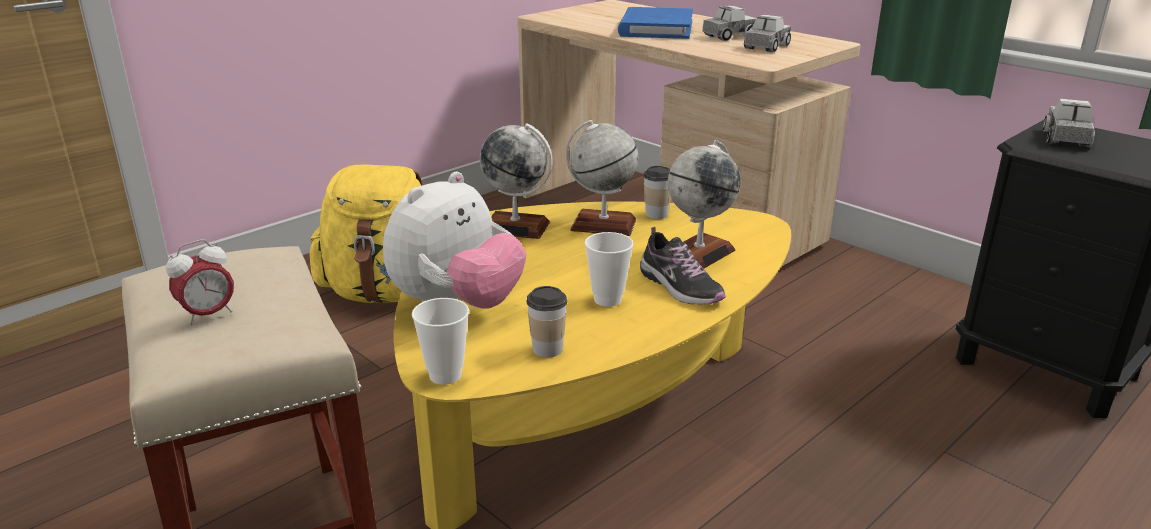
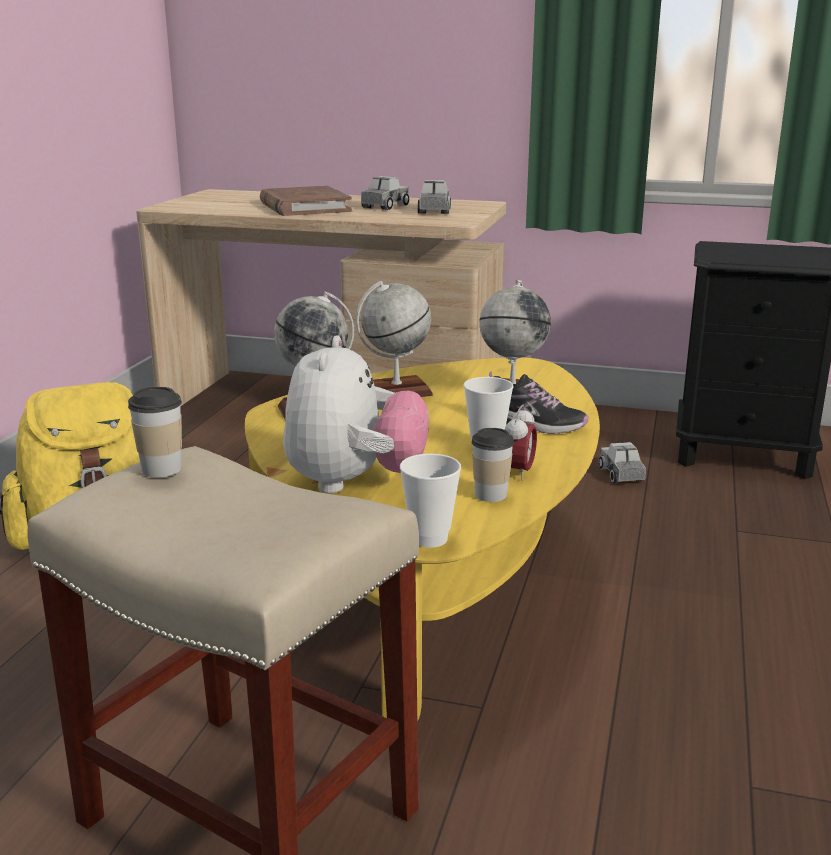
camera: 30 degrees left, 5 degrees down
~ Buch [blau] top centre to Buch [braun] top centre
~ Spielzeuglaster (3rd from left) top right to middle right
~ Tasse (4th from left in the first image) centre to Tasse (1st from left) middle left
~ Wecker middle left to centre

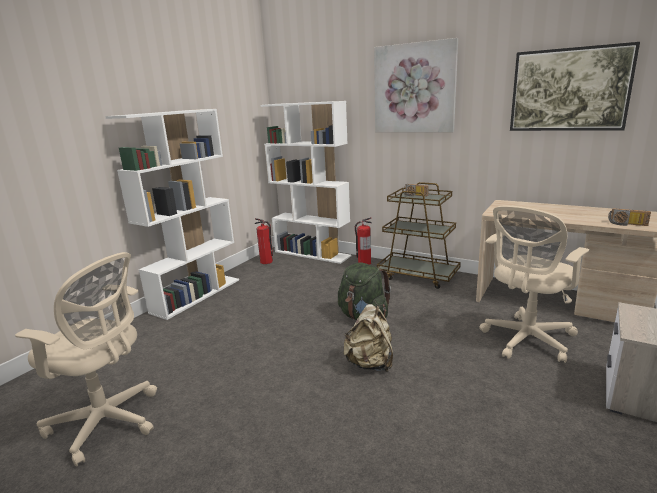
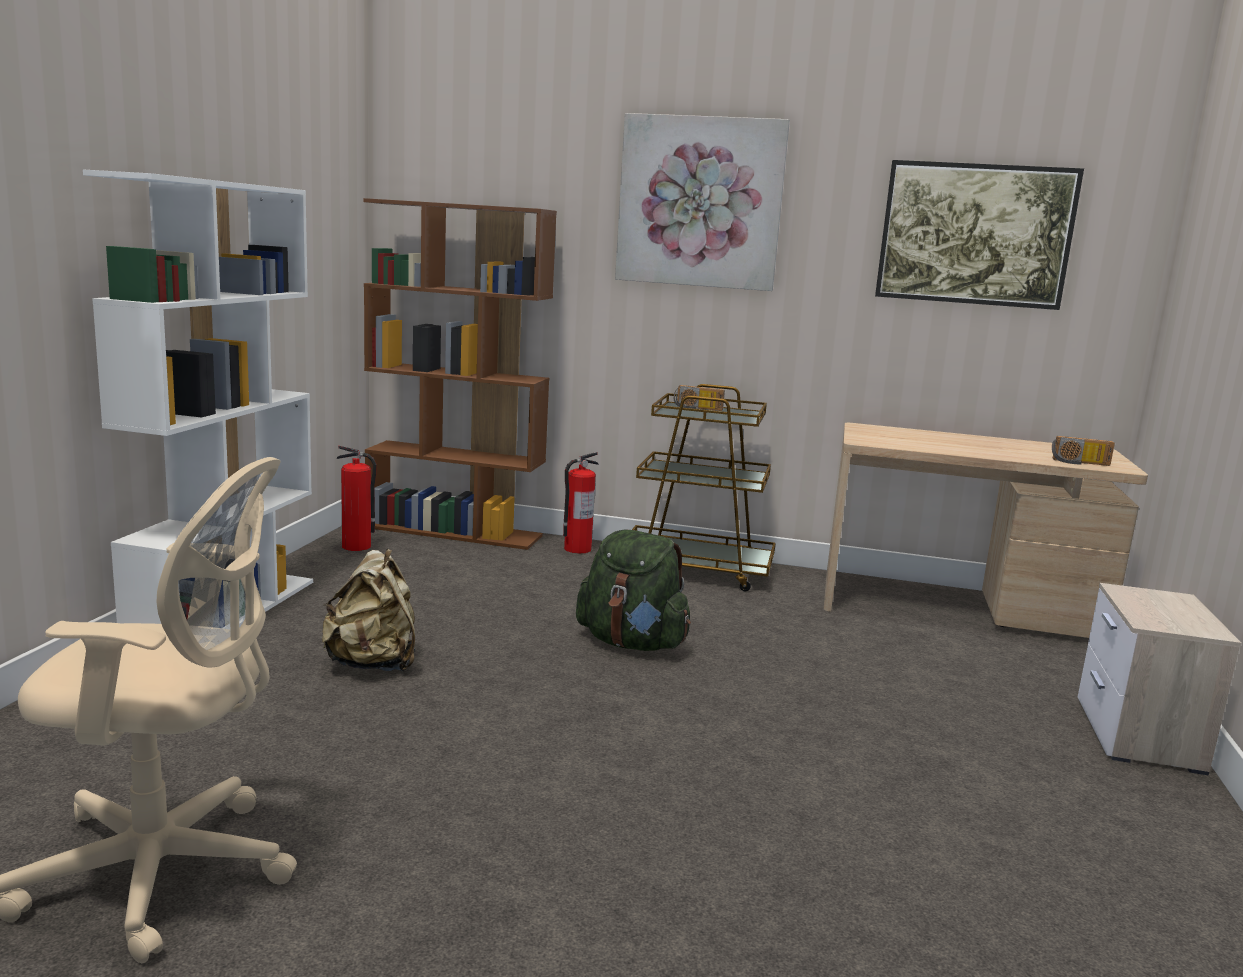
camera: 20 degrees left, 5 degrees down
~ Bücherregal [weiß] (2nd from left) centre to Bücherregal [braun] centre
- Bürostuhl [beige] (2nd from left) middle right
~ Rucksack [beige] bottom centre to middle left

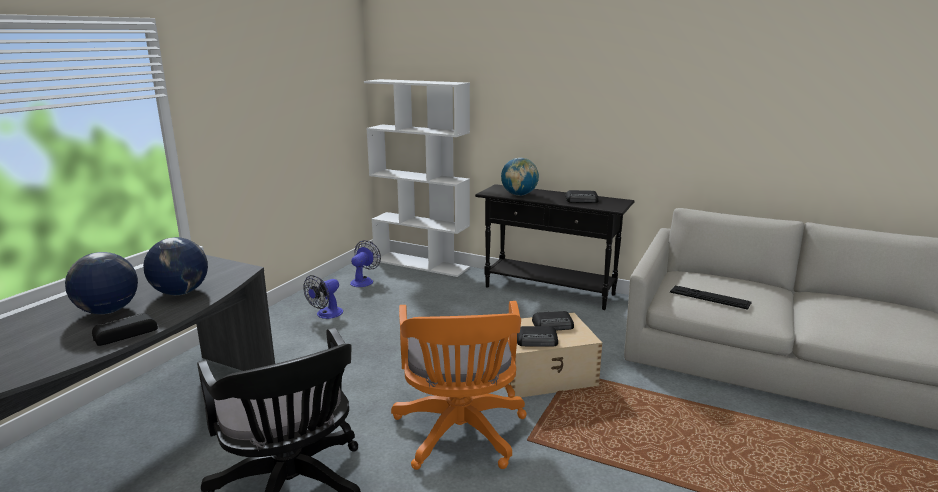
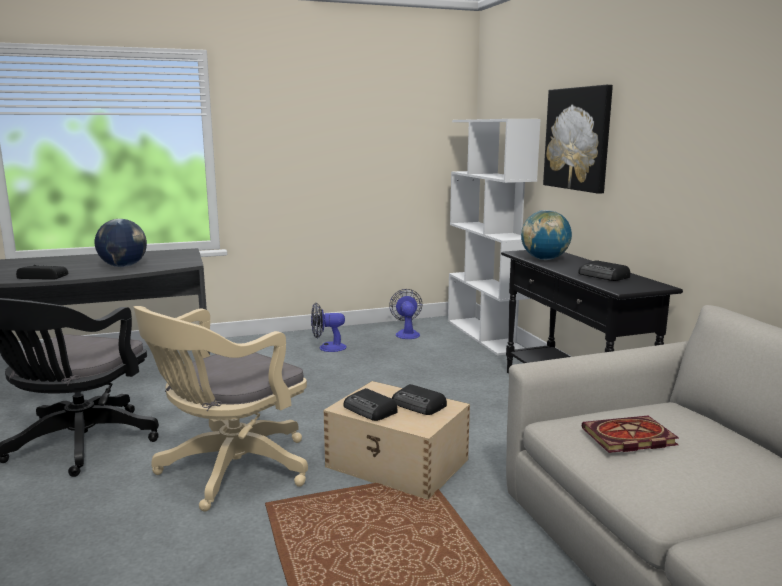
camera: 45 degrees right, 5 degrees down
~ Ventilator (2nd from left) centre = centre 75 degrees counterclockwise
- Globus (1st from left) middle left
~ Tastatur middle right to Buch bottom right
~ Bürostuhl [orange] bottom centre to Bürostuhl [beige] bottom left
+ Bild top right

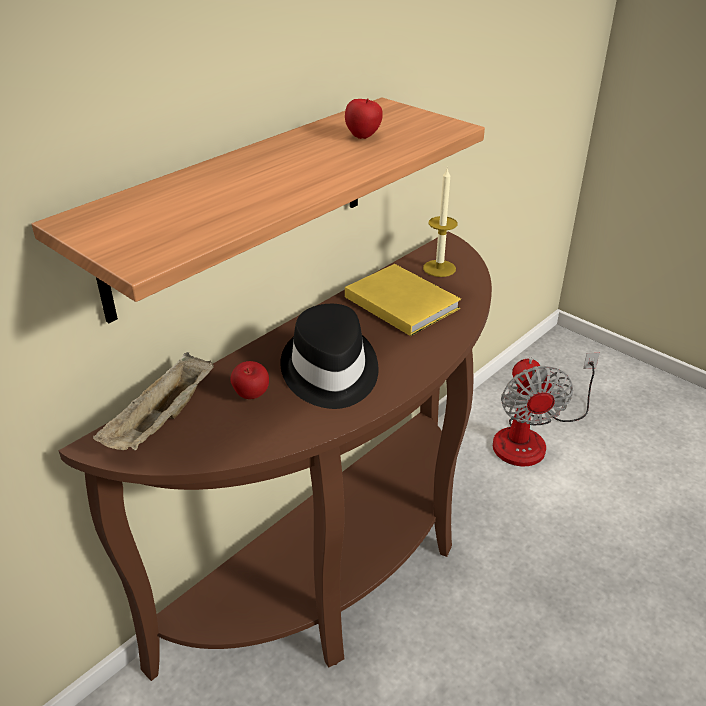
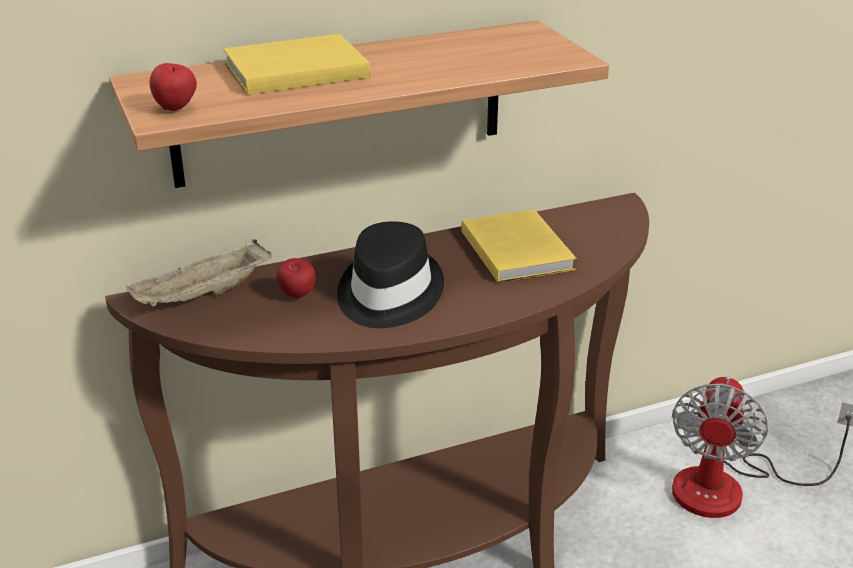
camera: 25 degrees right, 5 degrees down
~ Apfel (2nd from left in the first image) top centre to Apfel (1st from left) top left
- Kerze top centre
+ Buch [gelb] (1st from left) top centre

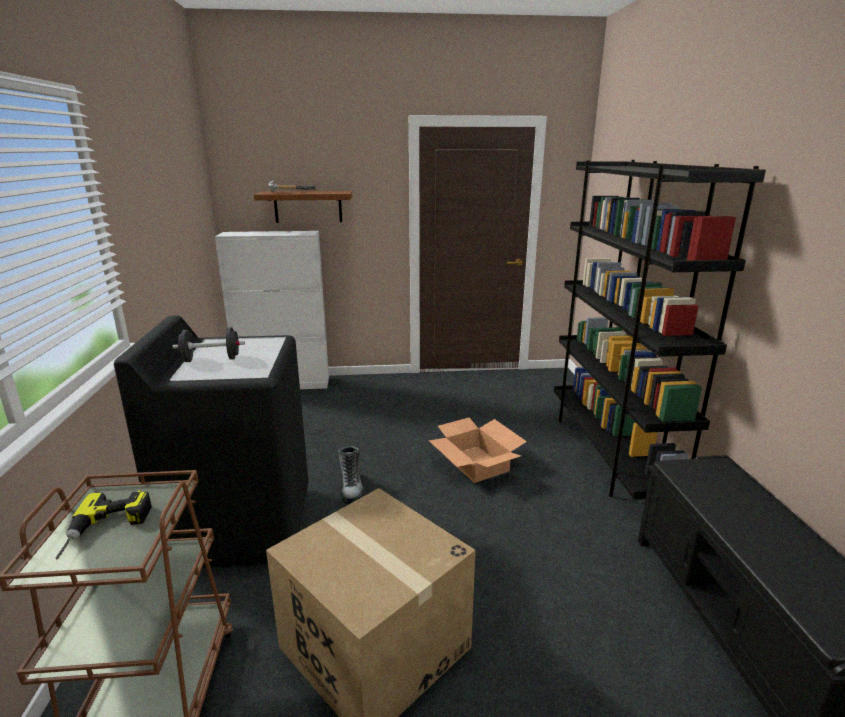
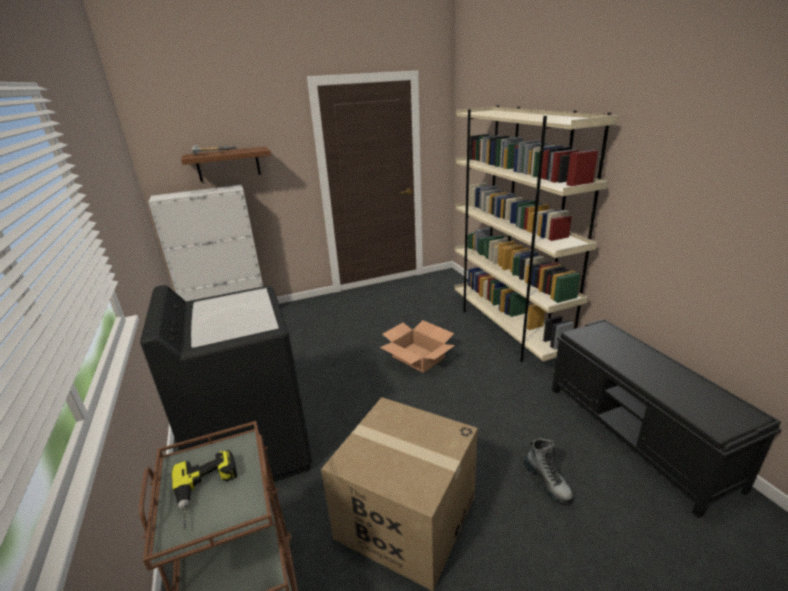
camera: 15 degrees left, 5 degrees up
~ Bücherregal [schwarz] middle right to Bücherregal [beige] middle right
- Hantel [schwarz] middle left
~ Stiefel centre to bottom right

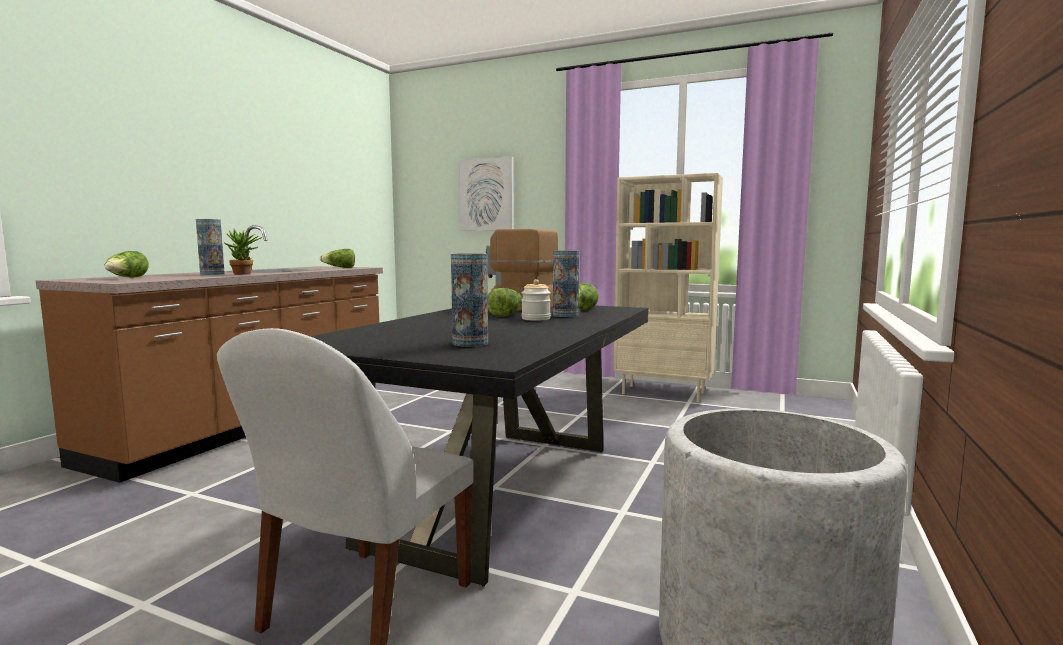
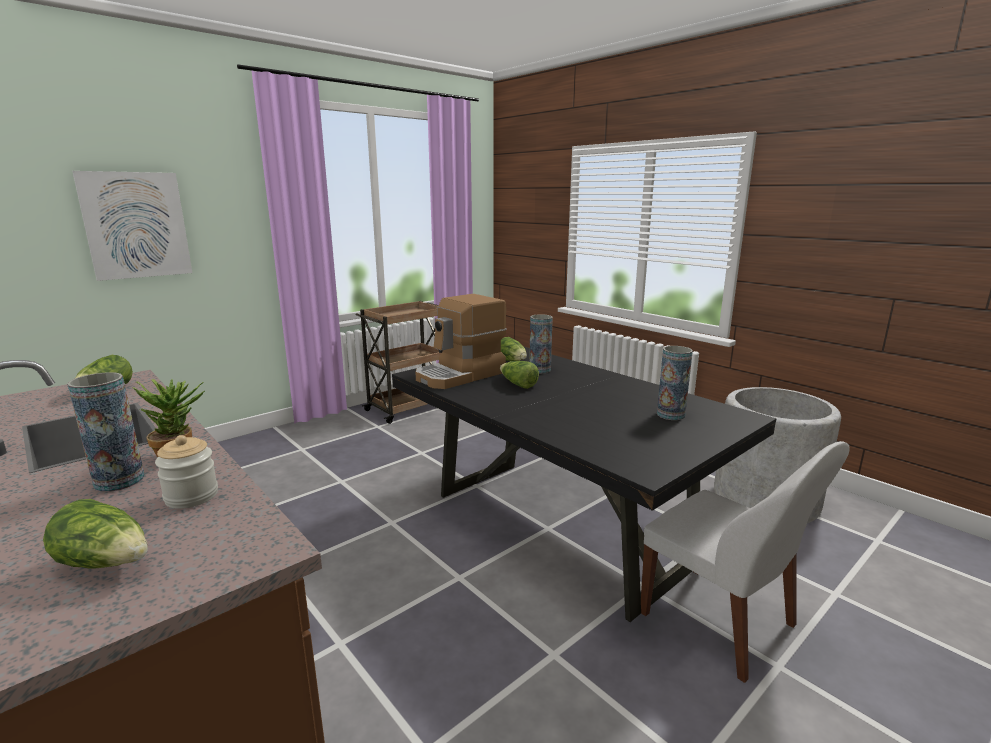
camera: 65 degrees left, 10 degrees up
~ Bücherregal [beige] centre to Rollwagen [braun] centre
~ Vorratsglas centre to middle left

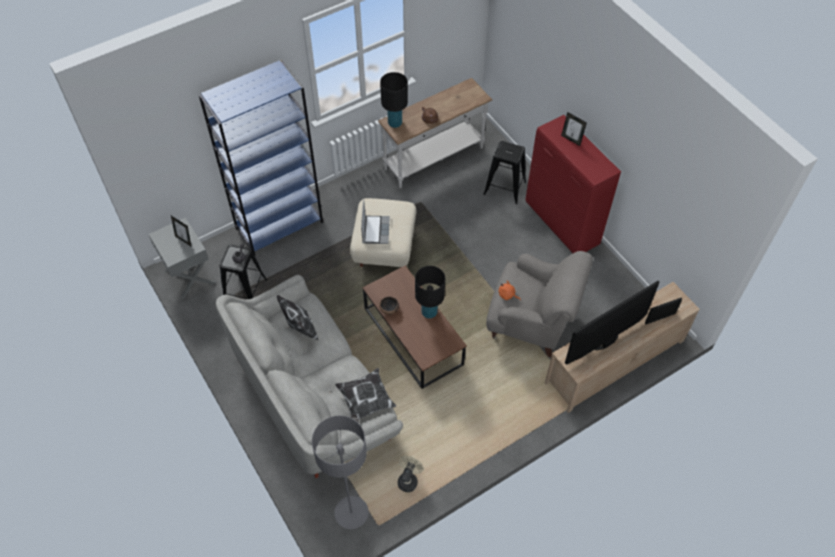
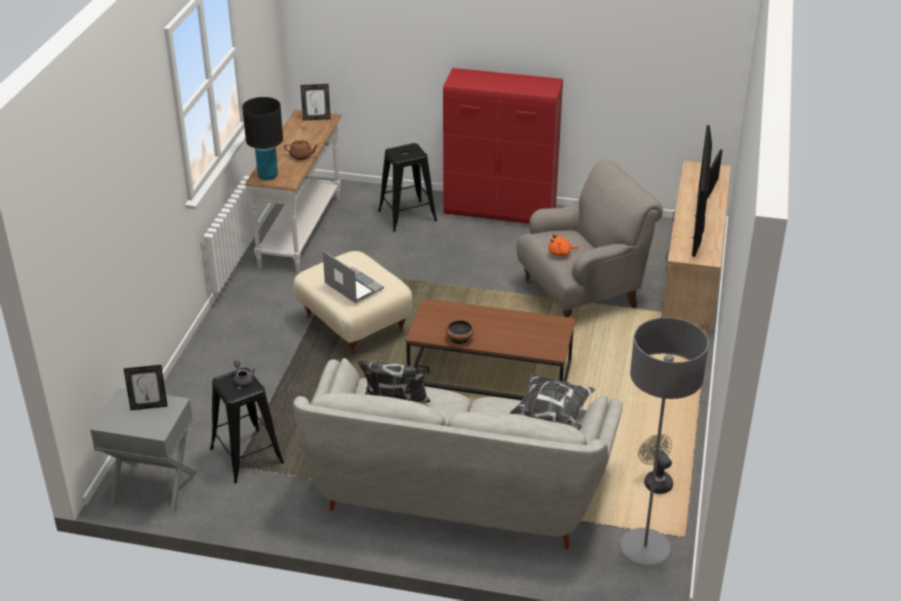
camera: 45 degrees left, 20 degrees down
- Bücherregal [blau] top left
~ Bilderrahmen (2nd from left) top right to top centre
- Tischlampe [schwarz] (2nd from left) centre

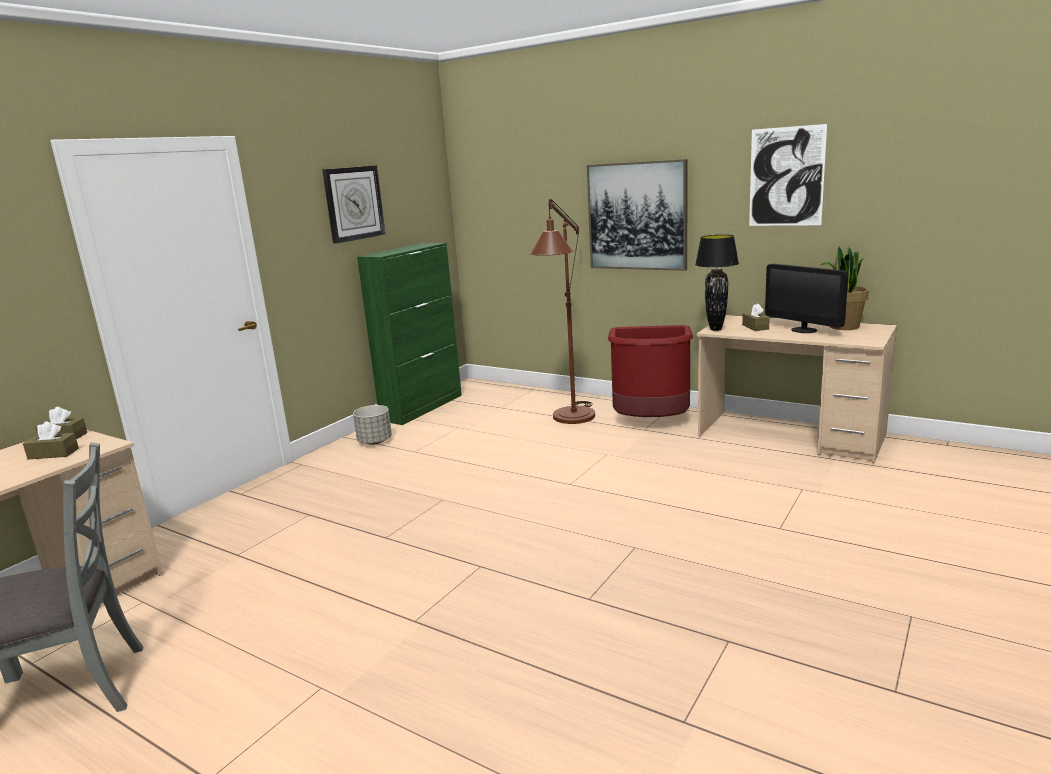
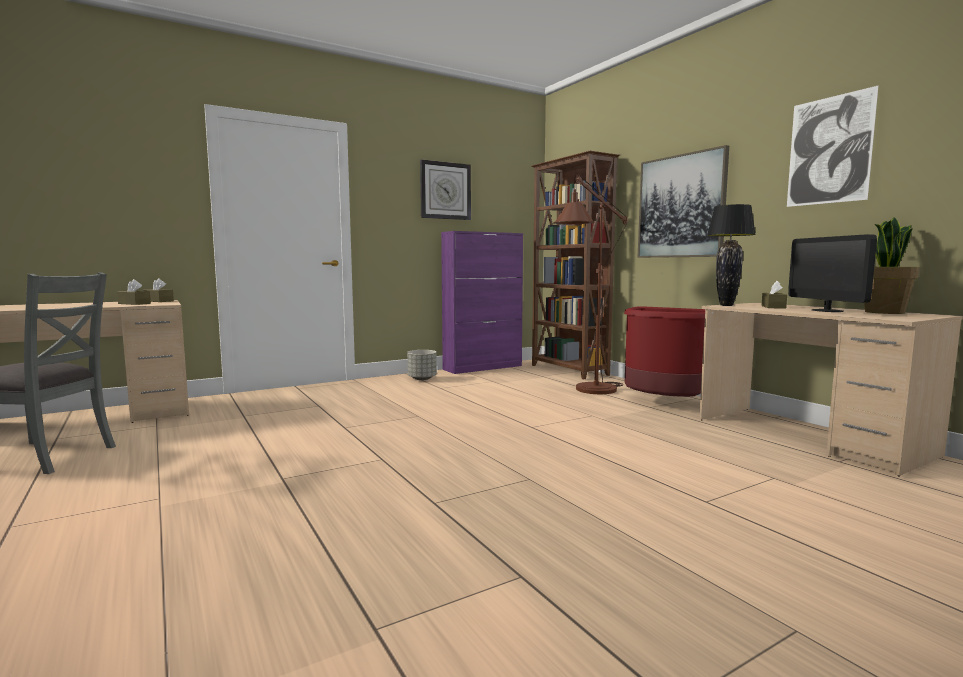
camera: 25 degrees right, 10 degrees down
~ Schrank [grün] centre to Schrank [lila] centre
+ Bücherregal [braun] centre

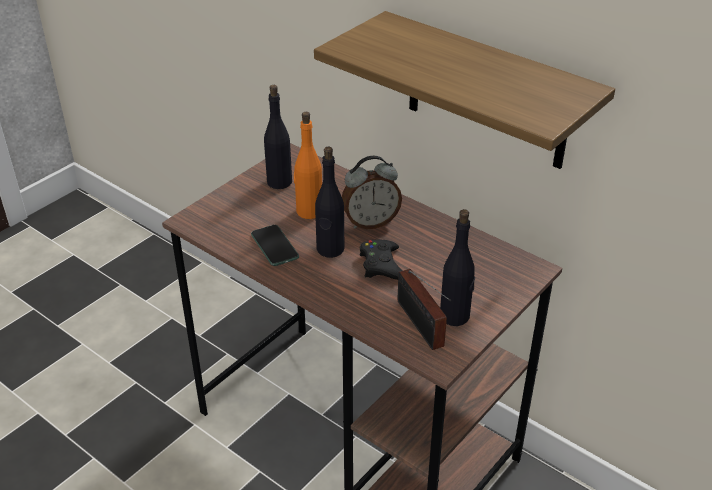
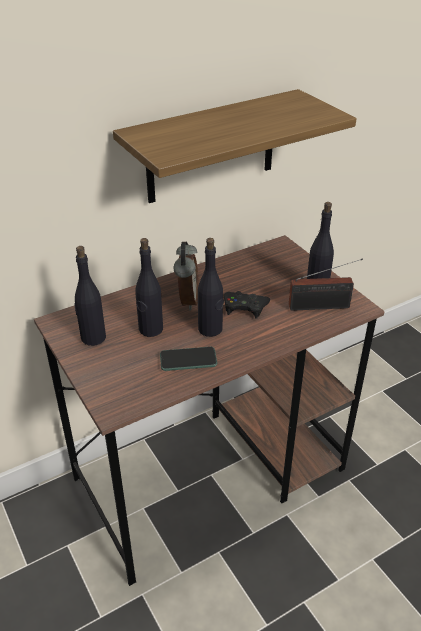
camera: 70 degrees left, 0 degrees up
~ Flasche [orange] centre to Flasche [schwarz] (2nd from left) centre

